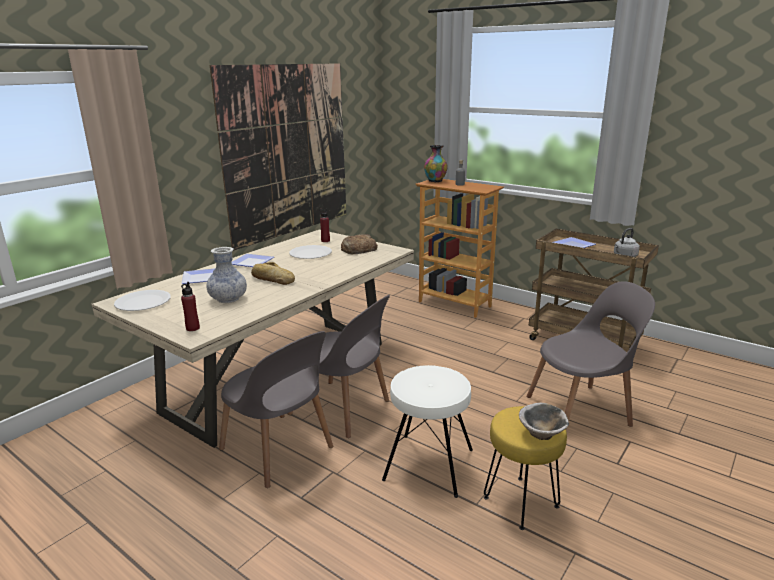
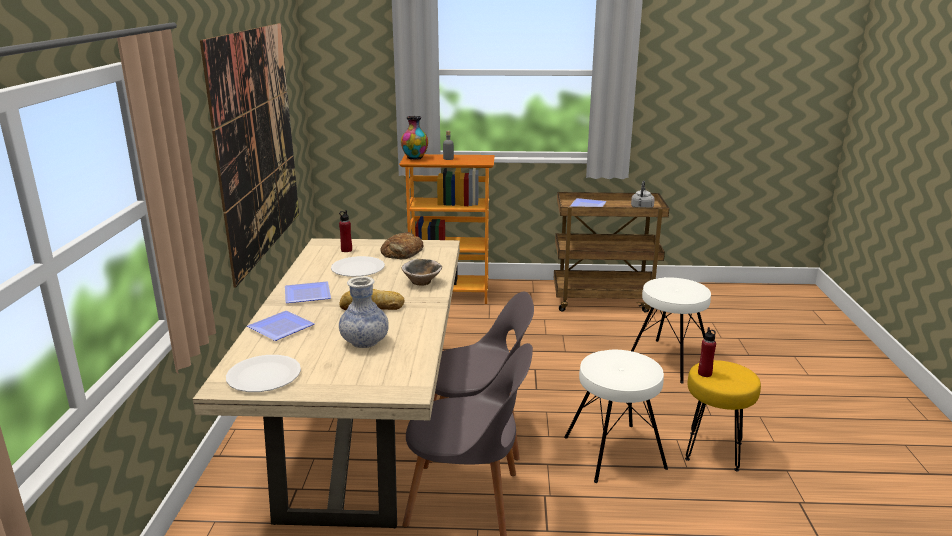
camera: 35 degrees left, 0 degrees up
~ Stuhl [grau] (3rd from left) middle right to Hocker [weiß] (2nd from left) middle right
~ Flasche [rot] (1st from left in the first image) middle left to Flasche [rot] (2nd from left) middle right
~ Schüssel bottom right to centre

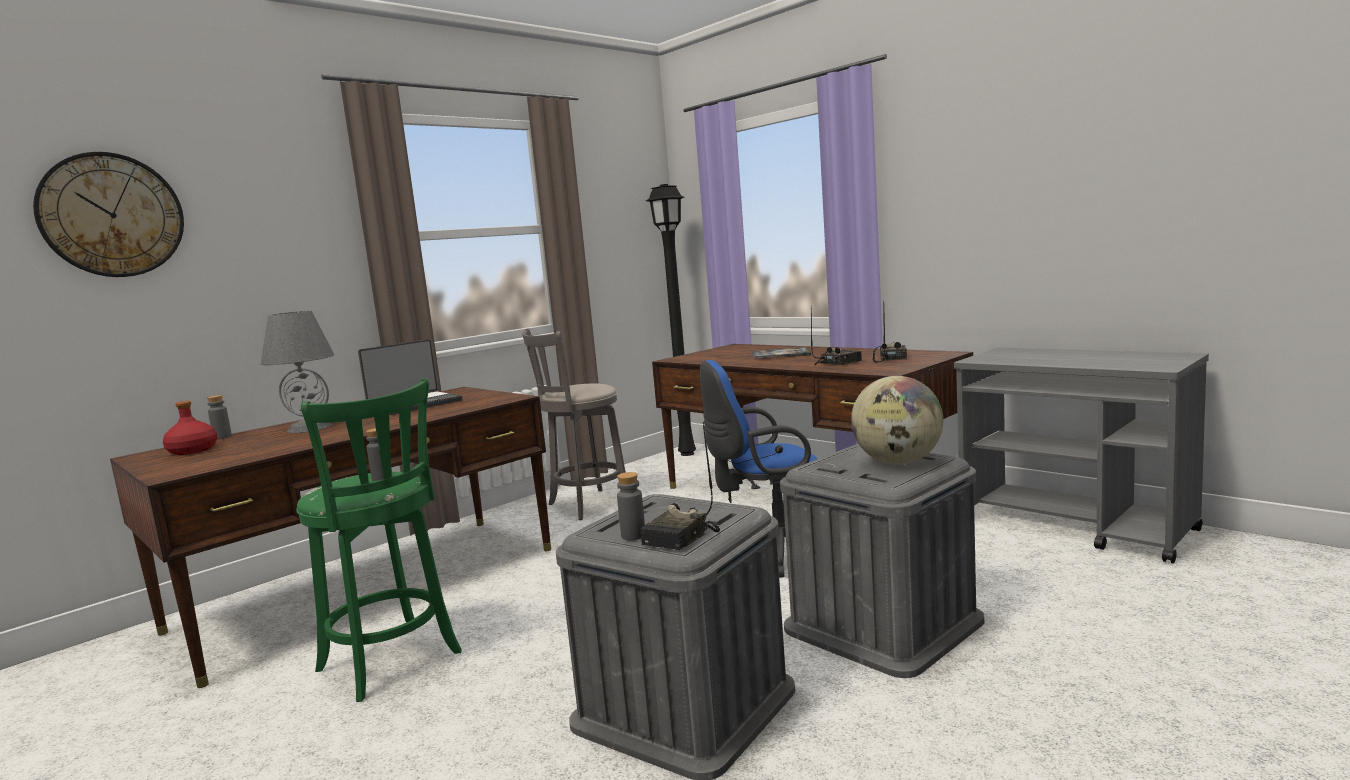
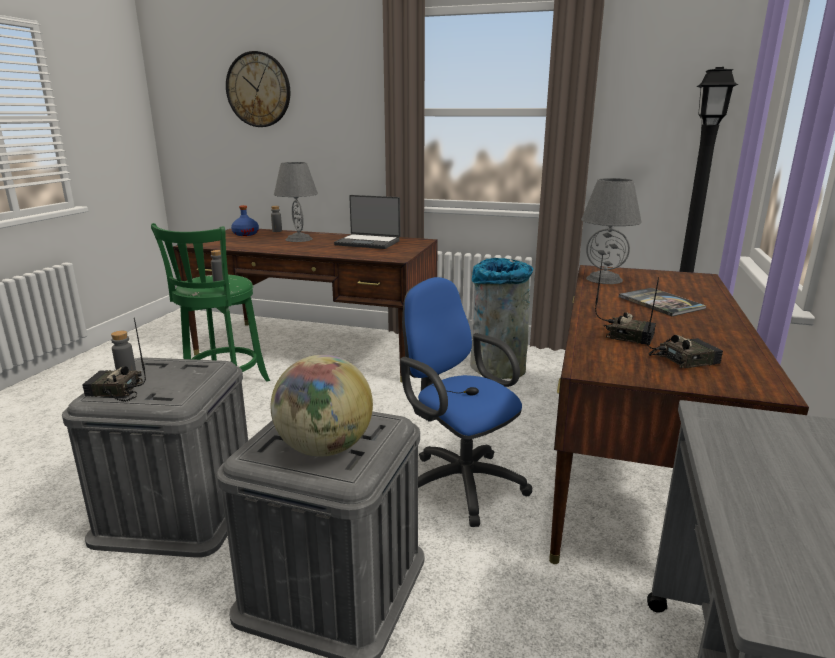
camera: 60 degrees right, 10 degrees up
~ Hocker [grau] centre to Mülleimer [grau] centre
~ Flasche [rot] middle left to Flasche [blau] middle left
+ Tischlampe [grau] (2nd from left) middle right

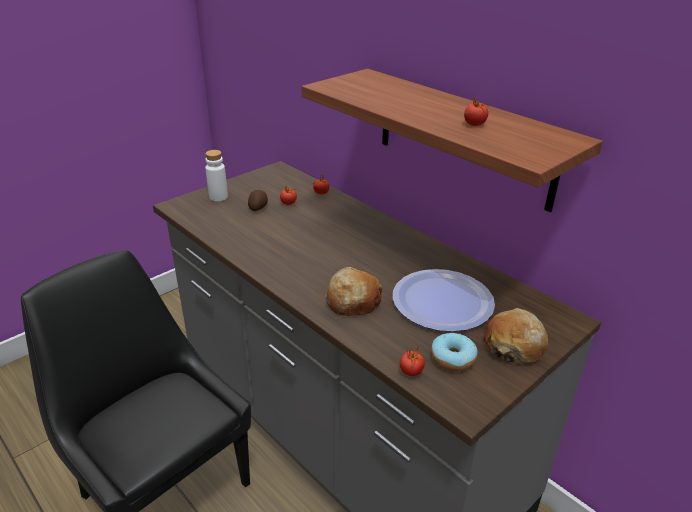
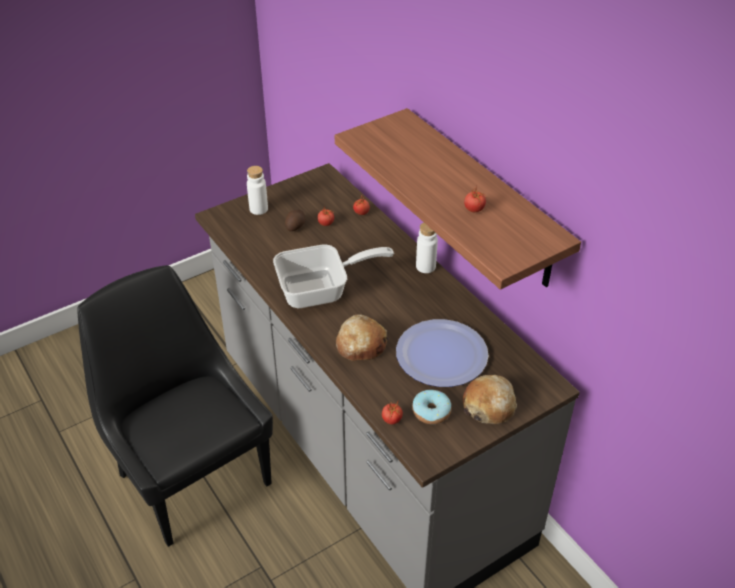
camera: 10 degrees right, 10 degrees up
+ Flasche [weiß] (2nd from left) centre
+ Pfanne centre

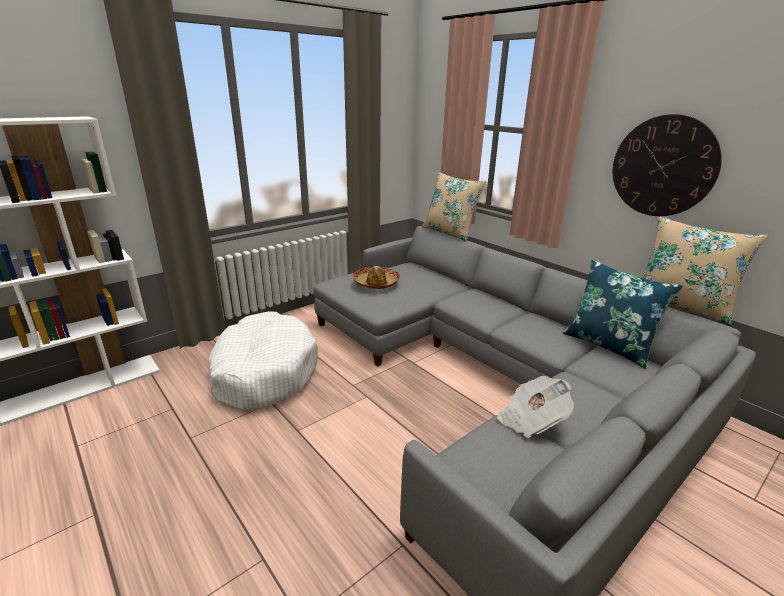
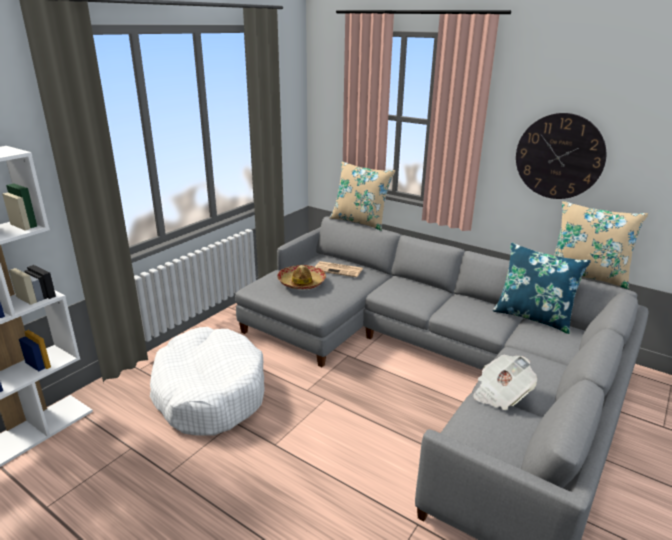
camera: 15 degrees left, 0 degrees up
+ Zeitung (1st from left) centre

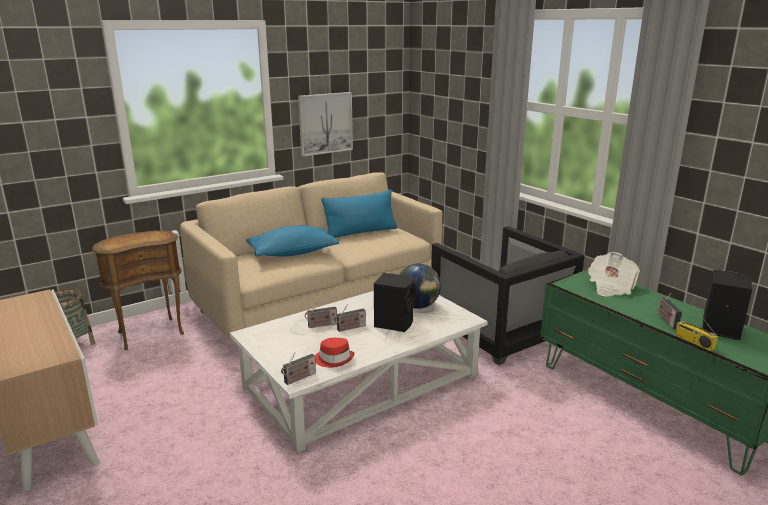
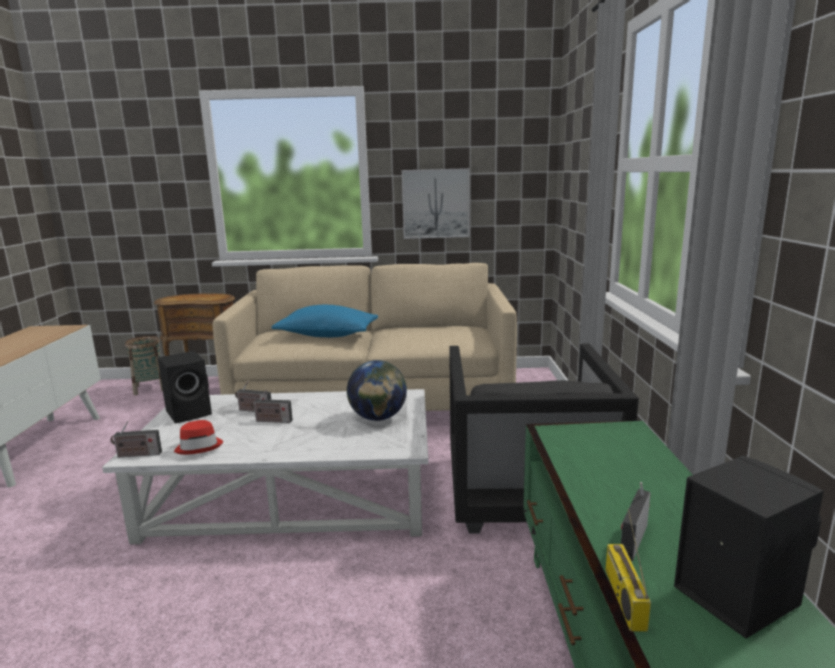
camera: 35 degrees right, 5 degrees down
- Kissen [blau] (2nd from left) centre
- Zeitung middle right
~ Lautsprecher [schwarz] (1st from left) centre to middle left

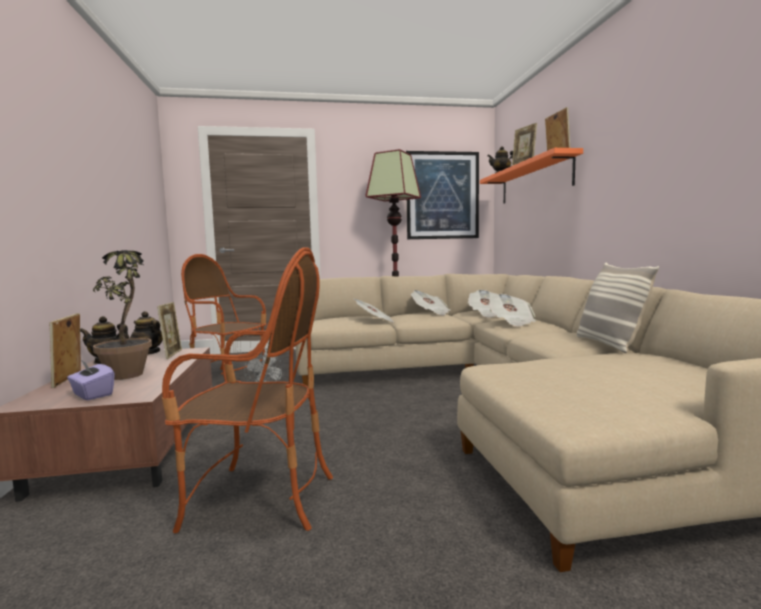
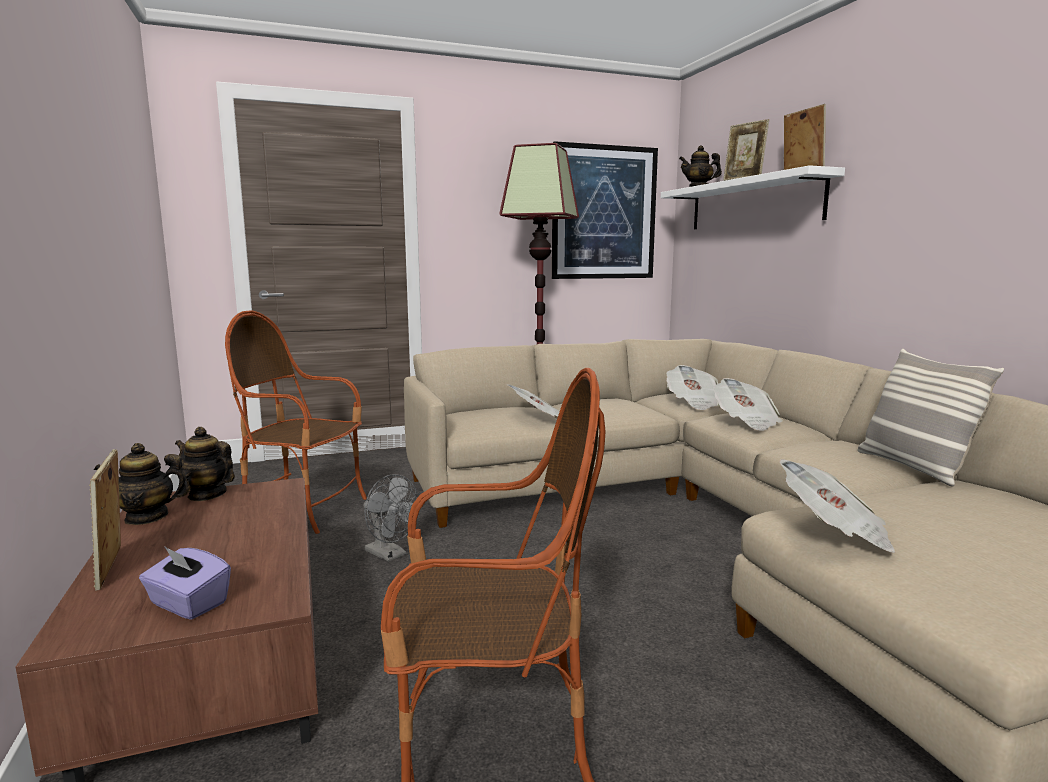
camera: 10 degrees left, 5 degrees up
~ Wandregal [orange] top right to Wandregal [weiß] top right
- Topfpflanze middle left
~ Zeitung (2nd from left in the first image) centre to Zeitung (4th from left) middle right
- Bilderrahmen (2nd from left) middle left

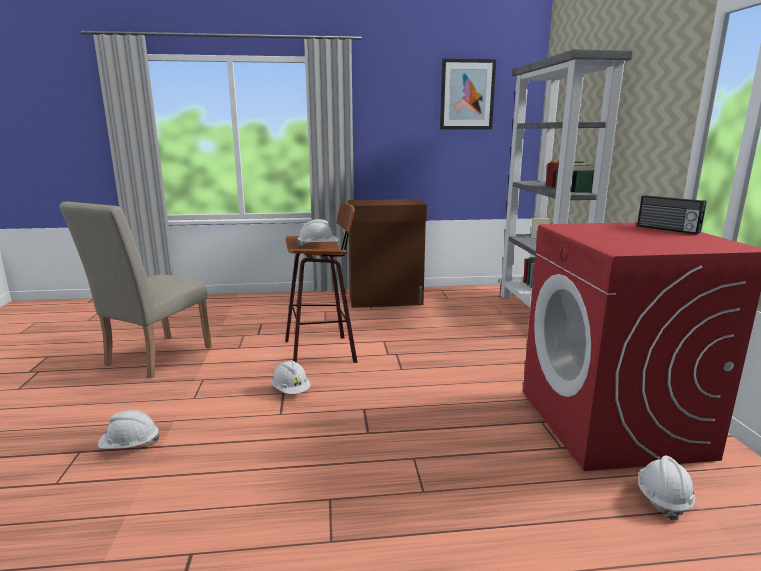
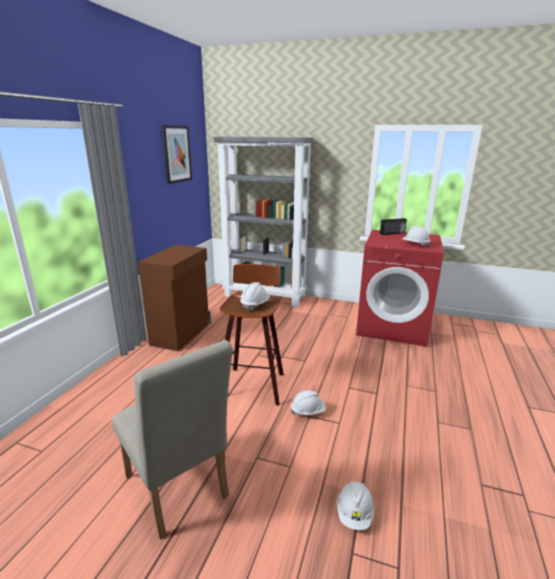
camera: 65 degrees left, 5 degrees up
~ Schutzhelm [weiß] (4th from left) bottom right to middle right

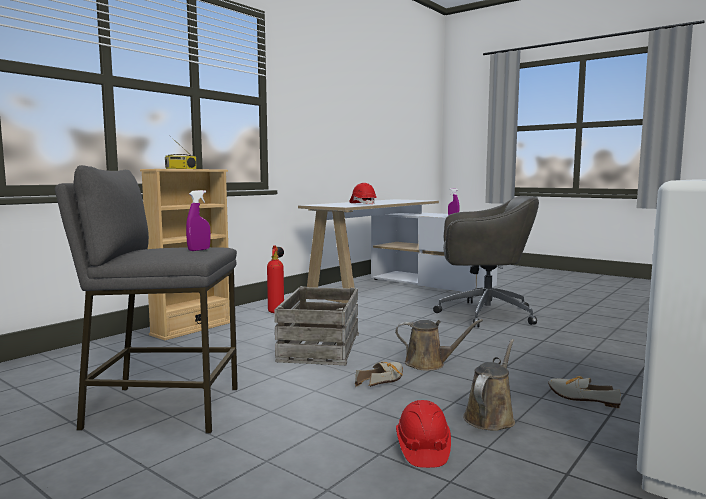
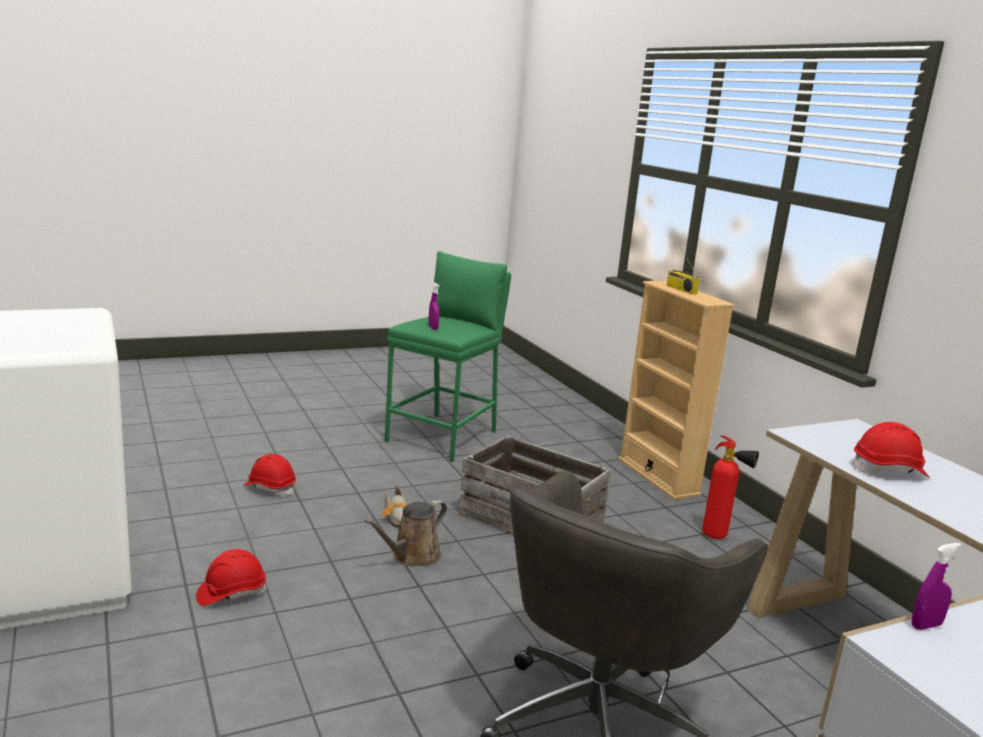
camera: 115 degrees right, 10 degrees up
~ Hocker [grau] middle left to Hocker [grün] centre
- Gießkanne [braun] (2nd from left) bottom right
~ Schuh (2nd from left) bottom right to Schutzhelm [rot] (1st from left) bottom left

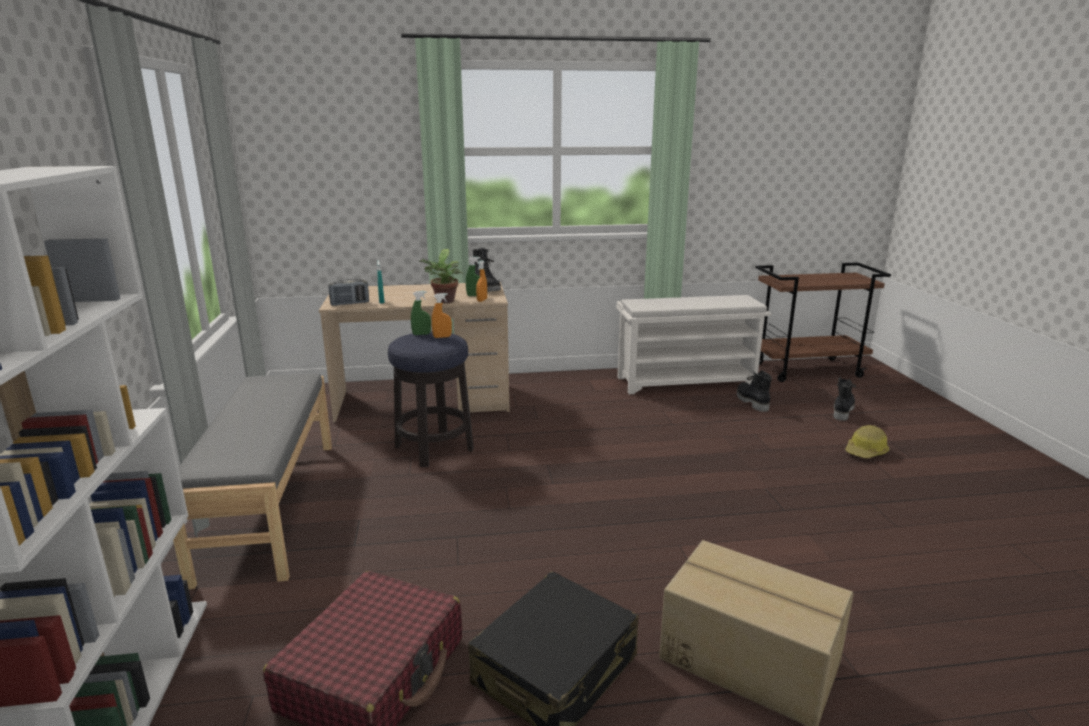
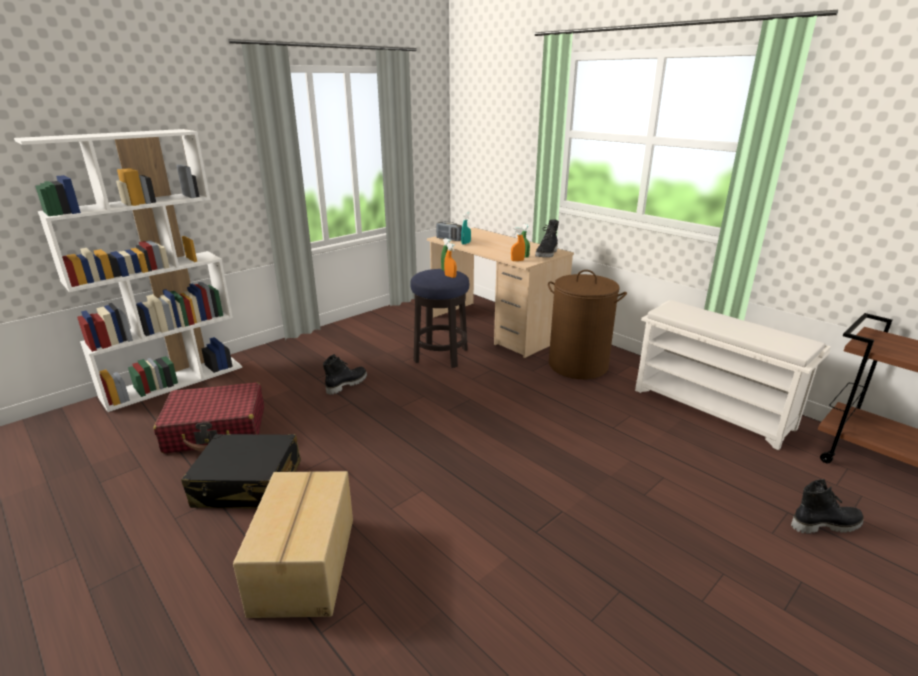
camera: 55 degrees right, 5 degrees up
- Topfpflanze centre
~ Stiefel [schwarz] (2nd from left in the first image) middle right to Stiefel [schwarz] (1st from left) centre
- Bank [grau] middle left
- Schutzhelm middle right
+ Wäschekorb [braun] centre

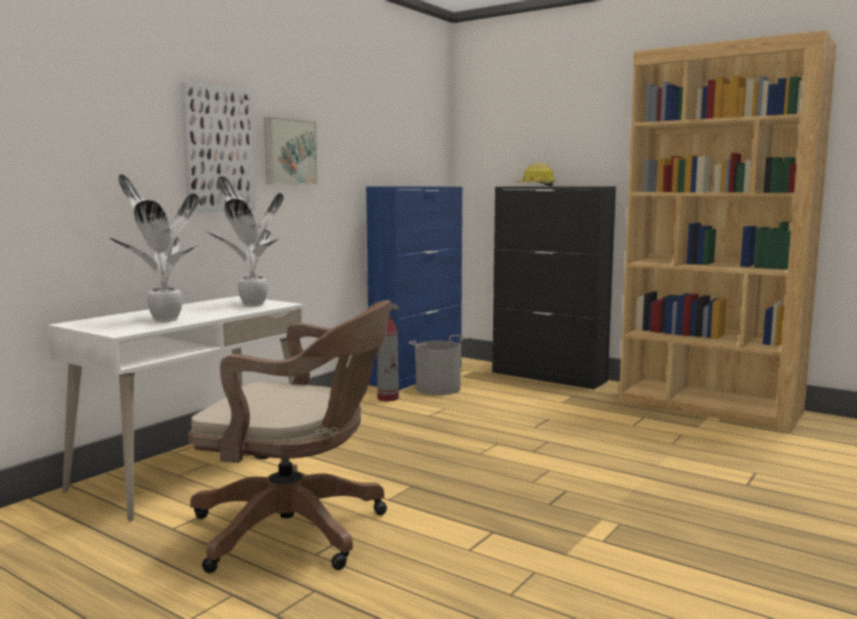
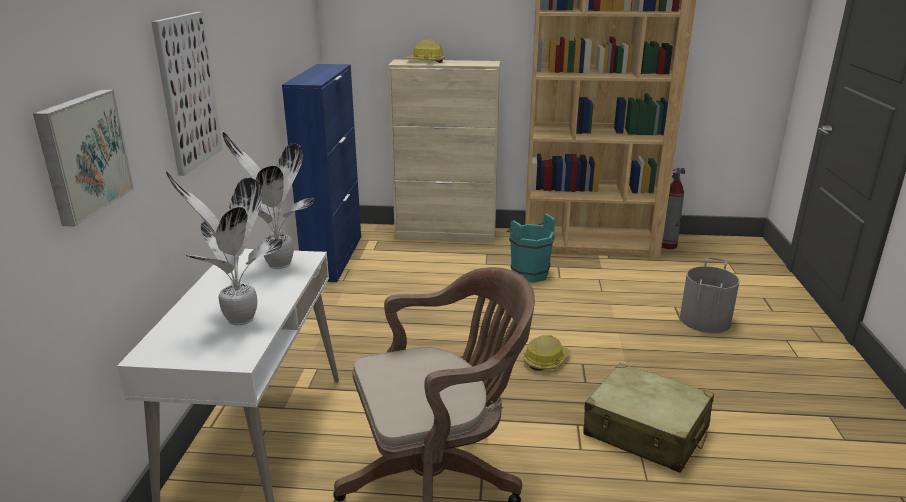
camera: 30 degrees left, 15 degrees up
~ Bild (2nd from left in the first image) top centre to Bild (1st from left) top left
~ Schrank [schwarz] centre to Schrank [beige] top centre
~ Feuerlöscher centre to middle right
~ Eimer [grau] centre to middle right
+ Eimer [türkis] centre
+ Schutzhelm (2nd from left) bottom centre
+ Koffer [beige] bottom right

